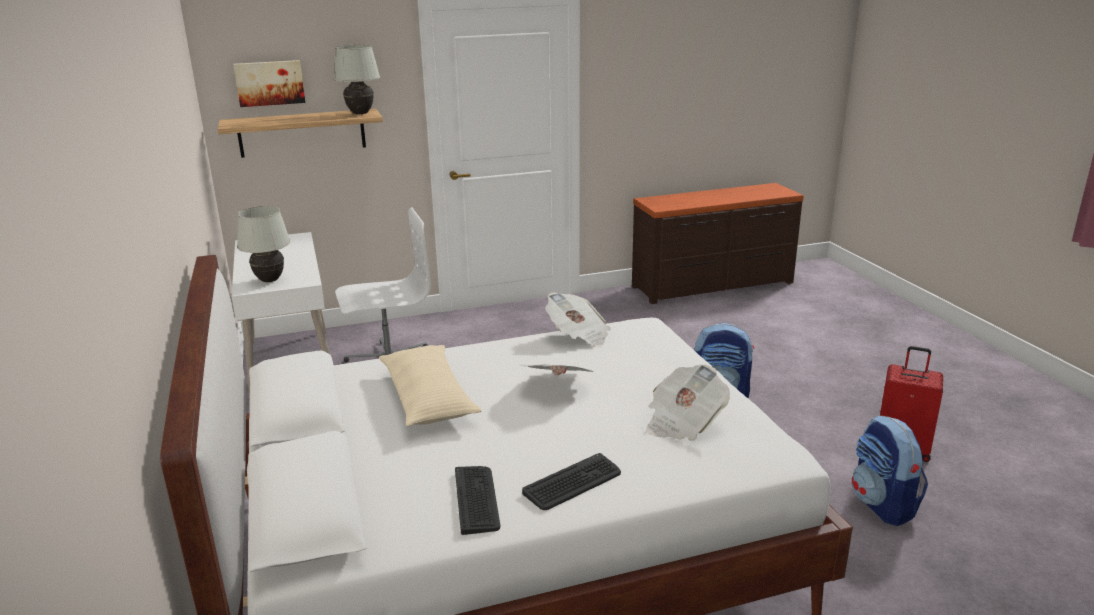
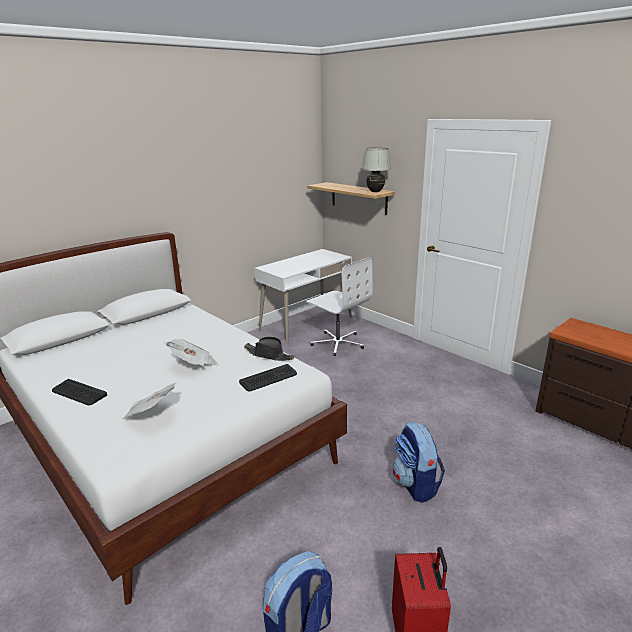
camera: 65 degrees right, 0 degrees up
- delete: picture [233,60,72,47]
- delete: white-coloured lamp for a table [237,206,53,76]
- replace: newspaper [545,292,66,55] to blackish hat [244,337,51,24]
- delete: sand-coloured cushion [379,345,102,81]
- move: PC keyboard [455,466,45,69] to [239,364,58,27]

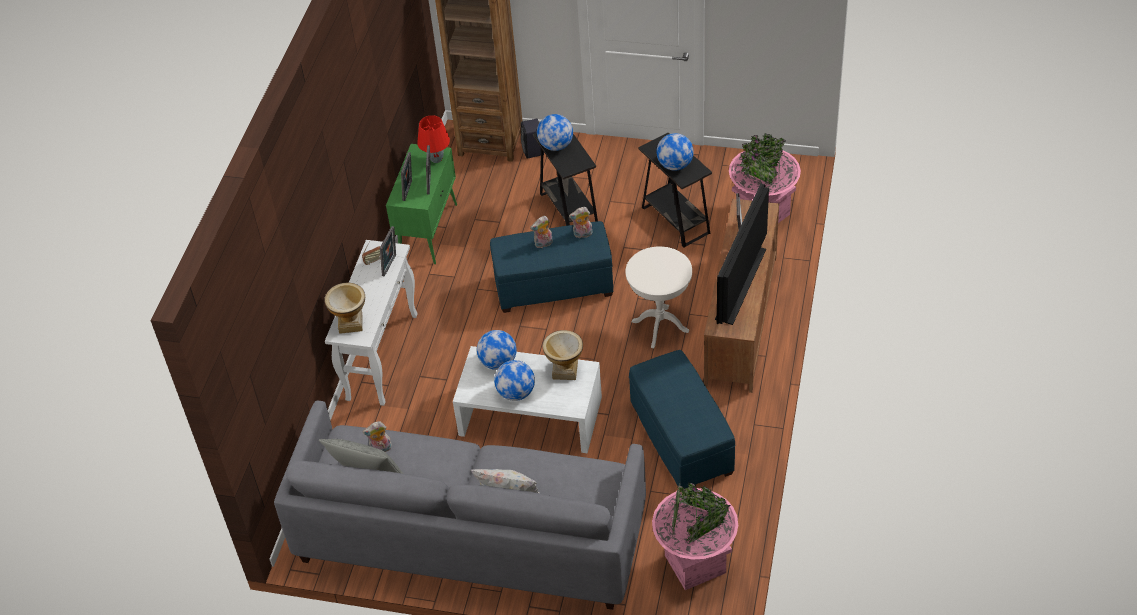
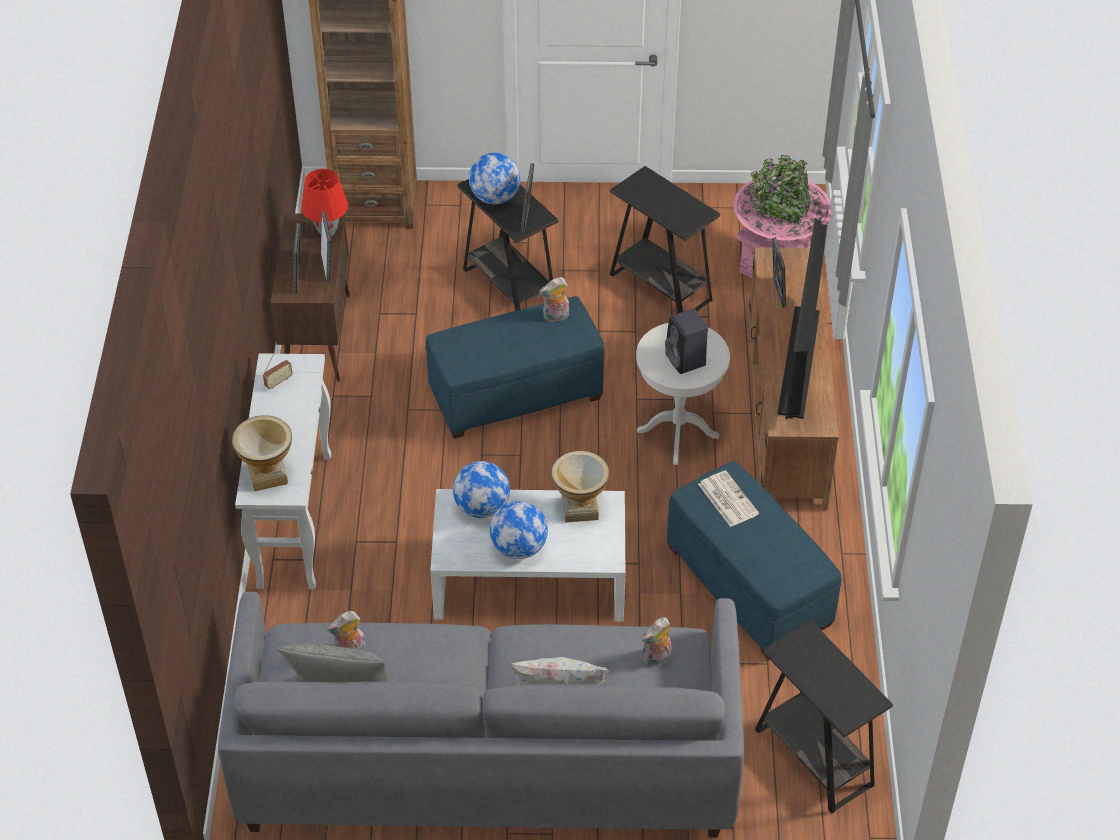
camera: 15 degrees left, 0 degrees up
- move: blackish loudspeaker [521,119,23,40] to [665,309,43,65]
- delete: world globe [656,133,38,38]
- recolor: greenish cupboard [386,144,71,120] to brownish cupboard [271,213,79,168]
- move: plush toy [530,216,23,32] to [642,617,30,49]
- move: standing frame [380,226,16,51] to [521,163,13,69]
- replace: pink-coloured planter [652,482,86,108] to blackish side table [755,621,138,193]
- insert: newspaper [698,471,61,56]

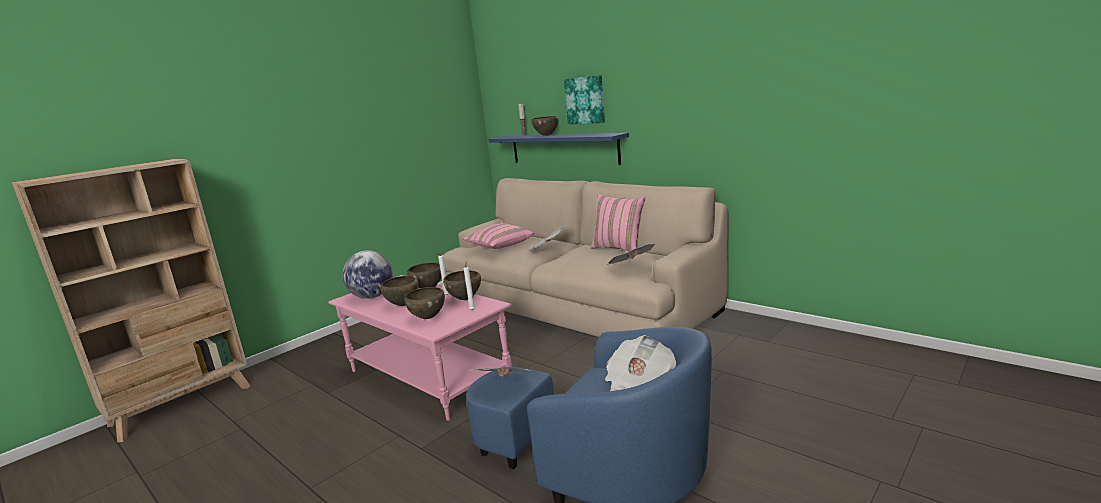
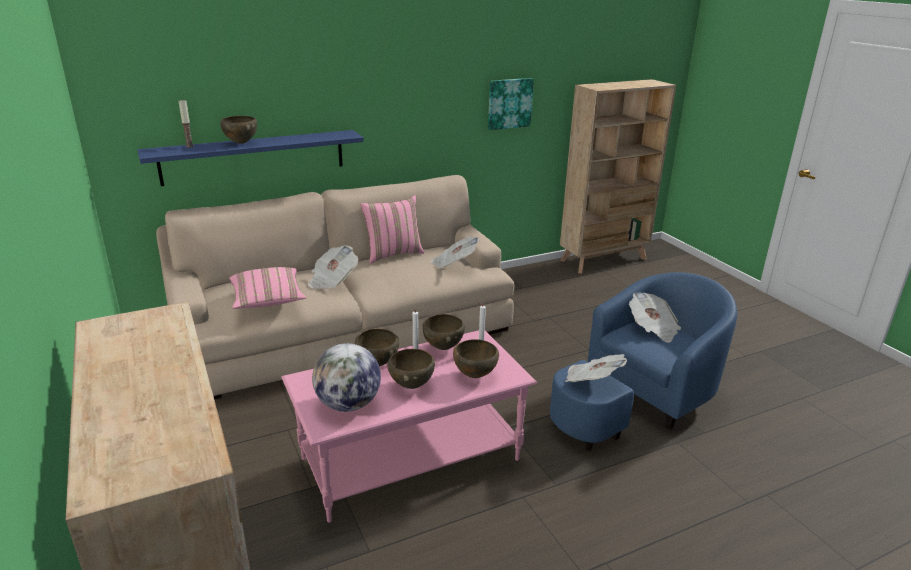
camera: 70 degrees left, 10 degrees up
- move: picture [564,75,41,49] to [488,78,46,52]
- insert: sand-coloured bookcase [560,79,116,195]

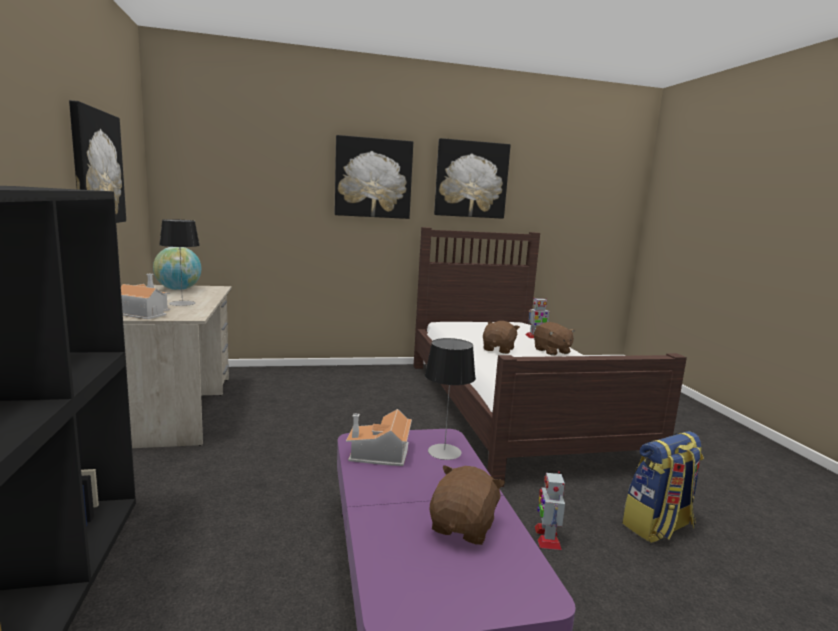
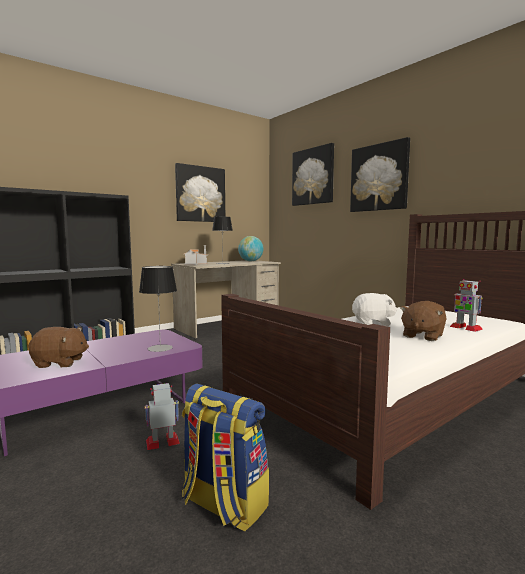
camera: 65 degrees right, 5 degrees down
- move: picture [434,138,77,81] to [292,143,42,63]
- recolor: brownish plush toy [483,321,37,33] to white-coloured plush toy [352,293,46,32]
- delete: toy house [346,409,66,57]

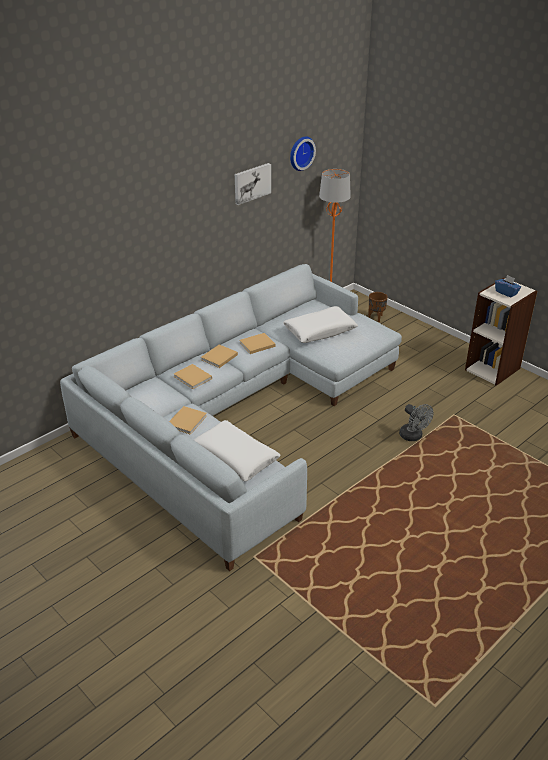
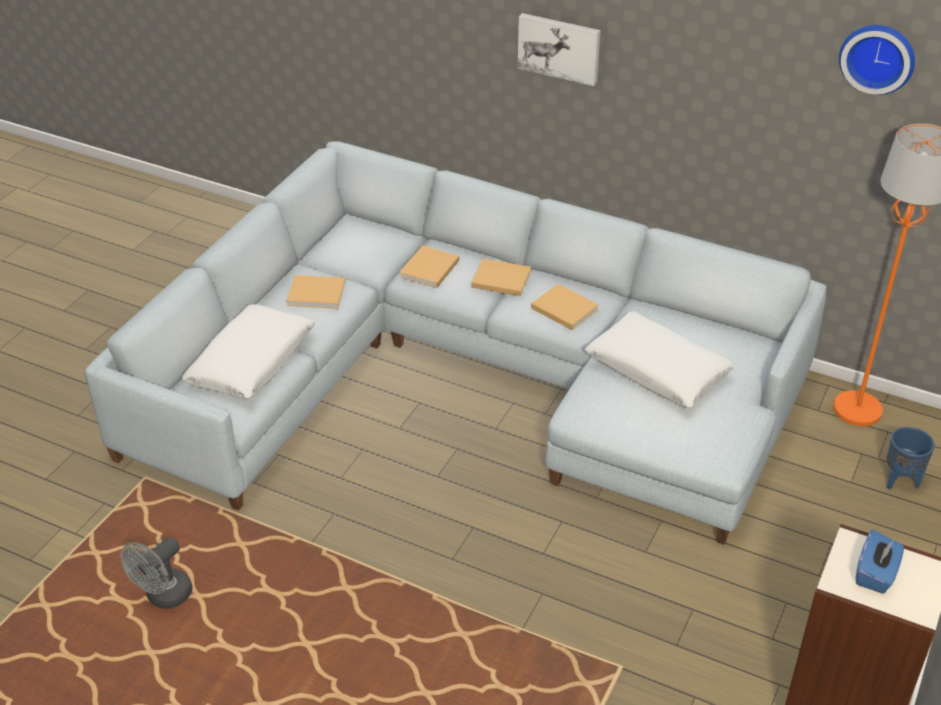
camera: 70 degrees right, 5 degrees up
- move: picture [235,163,36,42] to [518,13,83,73]
- recolor: brownish planter [368,292,20,30] to bluish planter [886,427,49,63]
- move: gray fan [399,404,35,37] to [121,537,72,72]

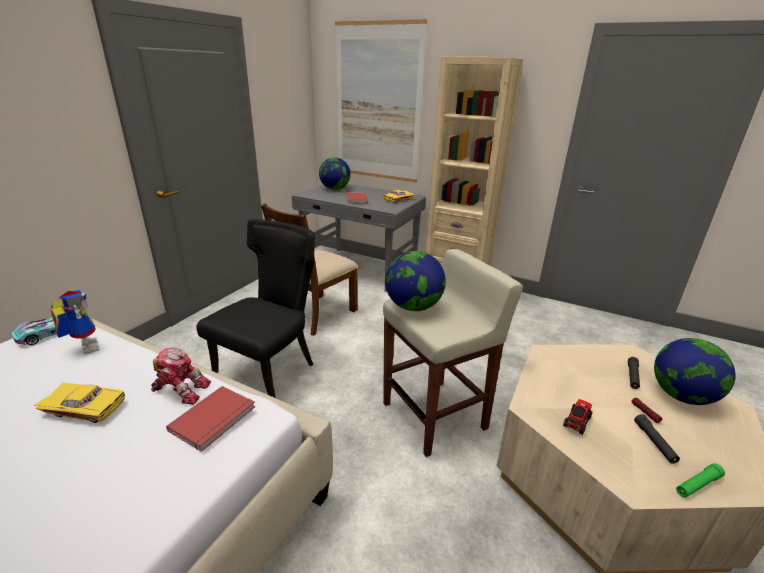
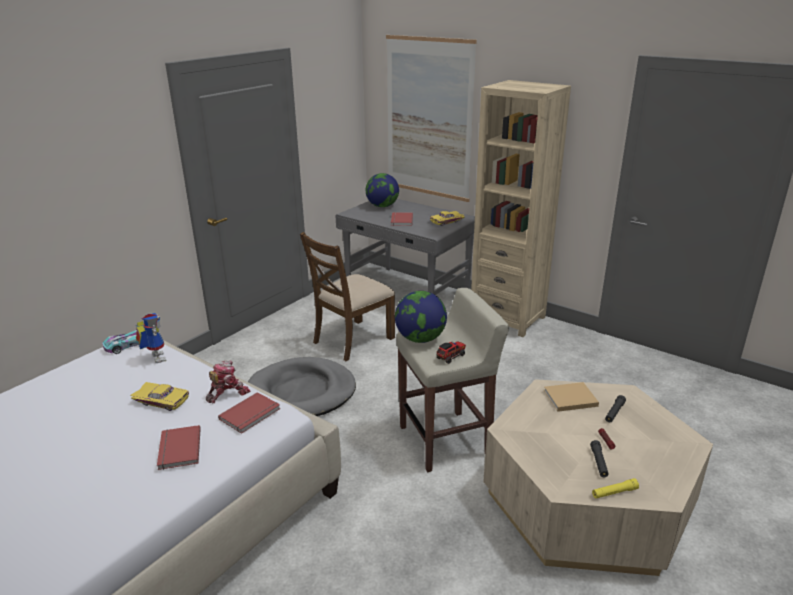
camera: 10 degrees right, 0 degrees up
- replace: blackish plain chair [197,219,118,179] to gray pet bed [248,357,108,59]
- delete: world globe [654,338,81,67]
- rotate: model robot [151,348,60,57] = [206,360,45,43] 60 degrees counterclockwise
- move: toy lorry [563,399,30,36] to [437,341,29,23]
- recolor: greenish flashlight [676,463,49,35] to yellowish flashlight [592,478,47,20]
- insert: sand-coloured book [544,382,55,30]
- insert: reddish book [157,425,44,45]

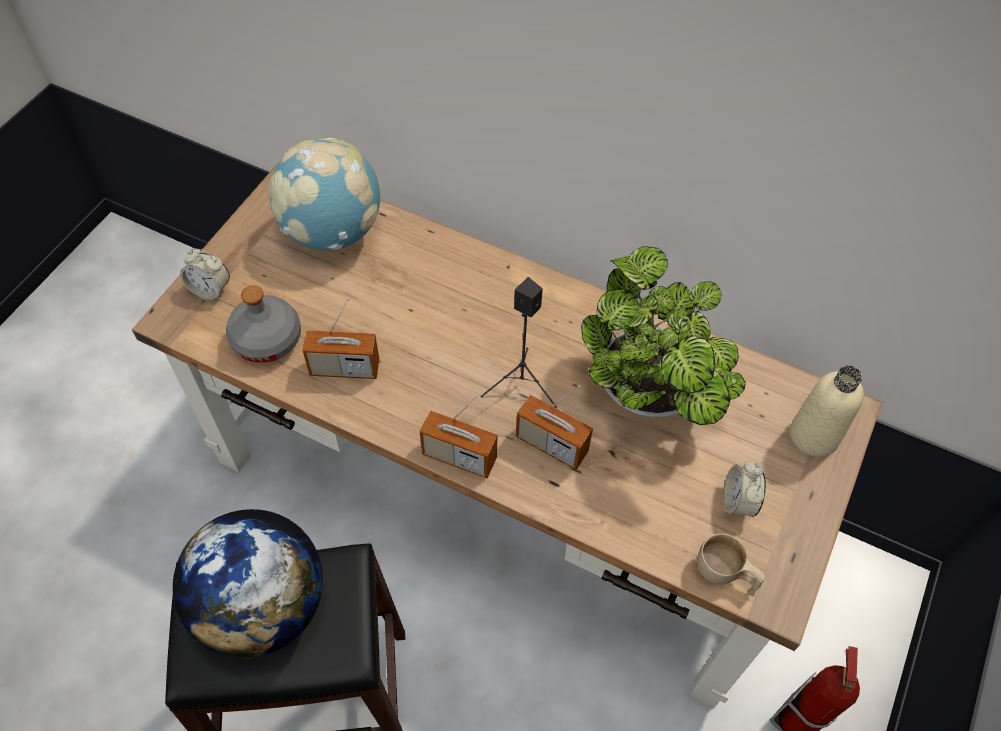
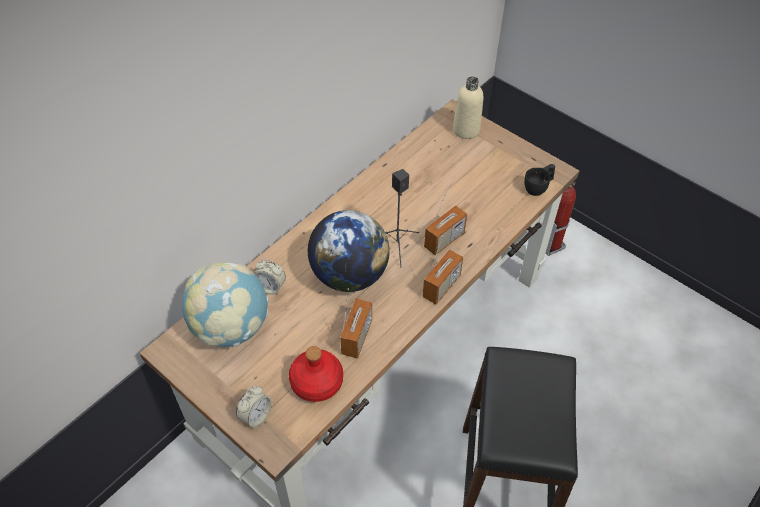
camera: 75 degrees left, 5 degrees down
- delete: houseplant [581,246,165,179]
- recolor: gray beverage bottle [226,285,75,78] to reddish beverage bottle [289,346,54,56]
- move: table clock [723,461,43,56] to [254,259,32,36]
- move: world globe [173,509,150,149] to [308,210,82,82]
- recolor: sand-coloured cup [697,533,68,63] to blackish cup [524,164,31,32]

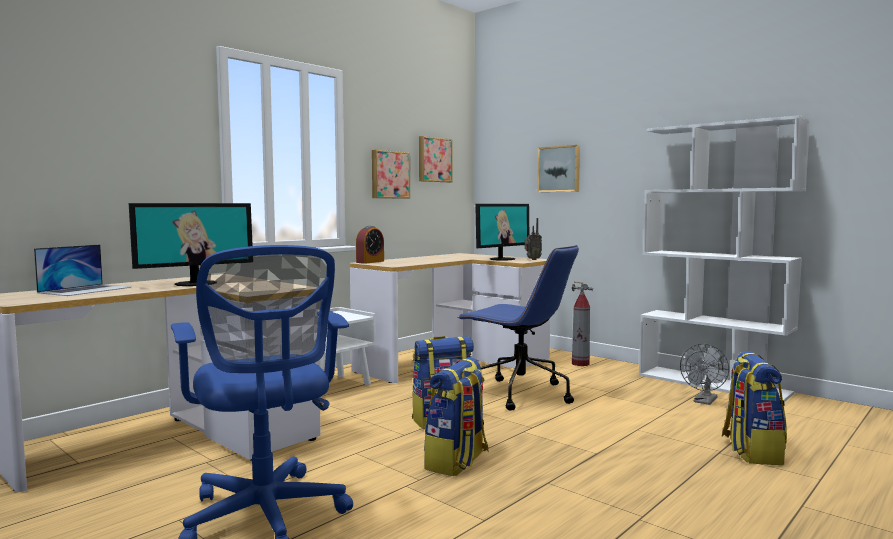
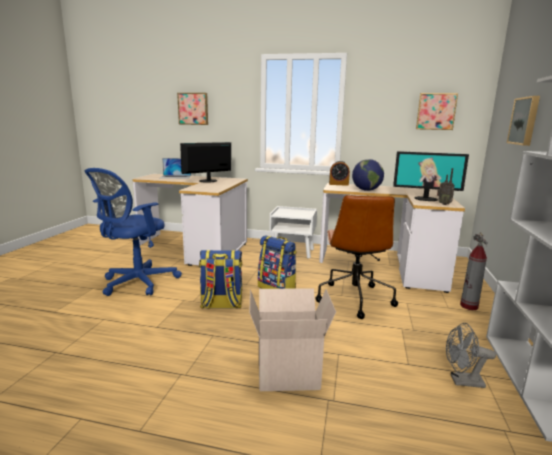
camera: 60 degrees right, 10 degrees up
- move: picture [372,150,38,49] to [177,93,31,32]
- rotate: computer screen [129,203,124,83] = [180,142,51,41] 120 degrees clockwise
- recolor: bluish office chair [457,245,122,166] to brownish office chair [316,195,82,124]
- delete: backpack [722,351,65,114]
- insert: world globe [352,159,32,32]
- insert: carton [249,288,87,103]

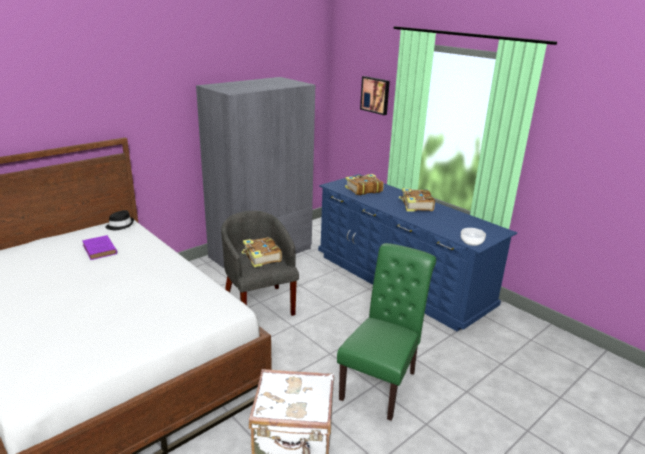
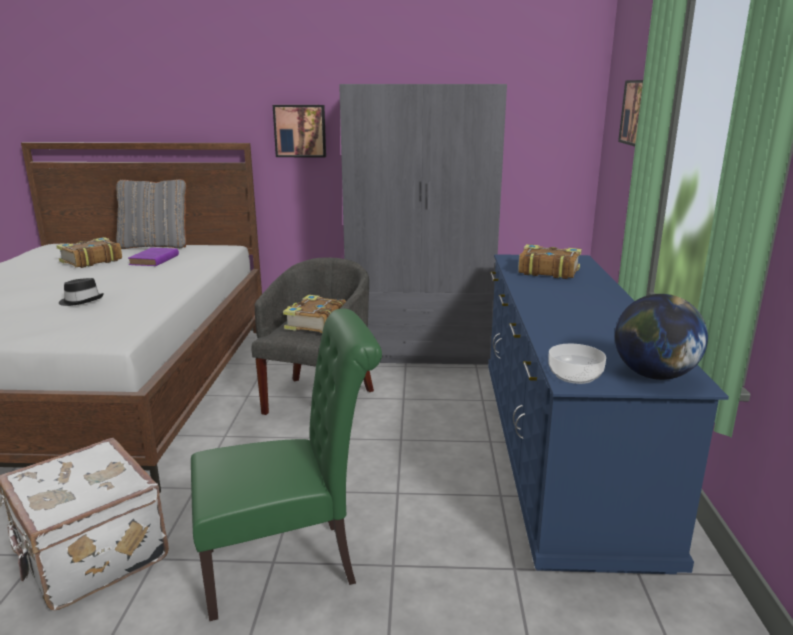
camera: 45 degrees right, 5 degrees down
- move: book [398,188,37,24] to [56,237,66,31]
- move: blackish hat [105,210,29,20] to [59,278,45,28]
- insert: picture [273,105,53,52]
- insert: gray cushion [116,179,71,70]
- insert: world globe [615,294,93,86]

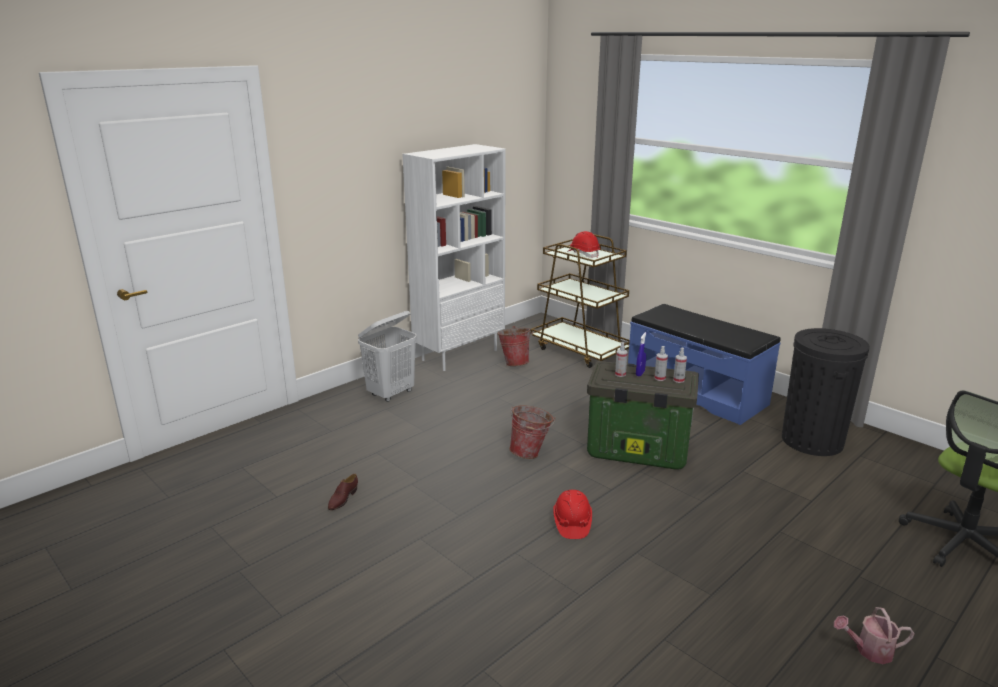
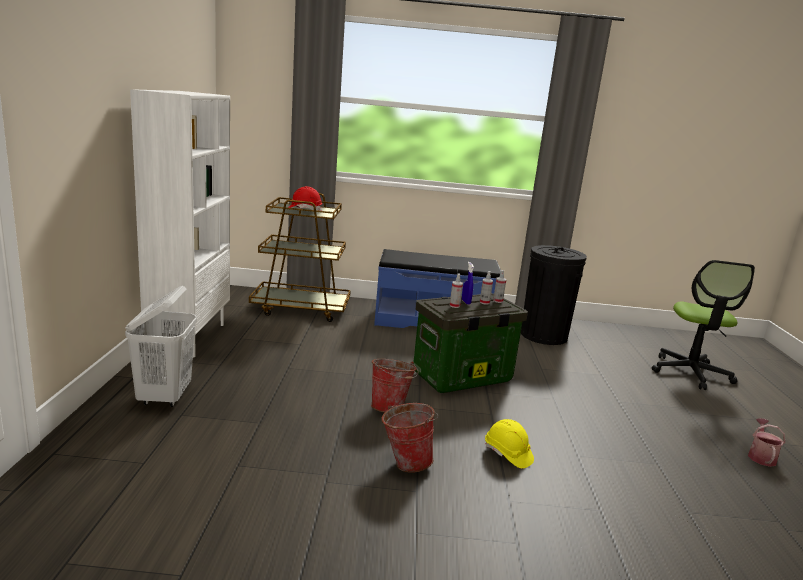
camera: 45 degrees left, 5 degrees down
- move: water bucket [497,326,36,40] to [382,403,56,70]
- delete: brownish low shoe [328,474,30,36]
- recolor: reddish hard hat [553,490,39,49] to yellowish hard hat [485,419,49,50]
- rotate: watering pot [834,607,81,57] = [748,418,37,49] 150 degrees clockwise

